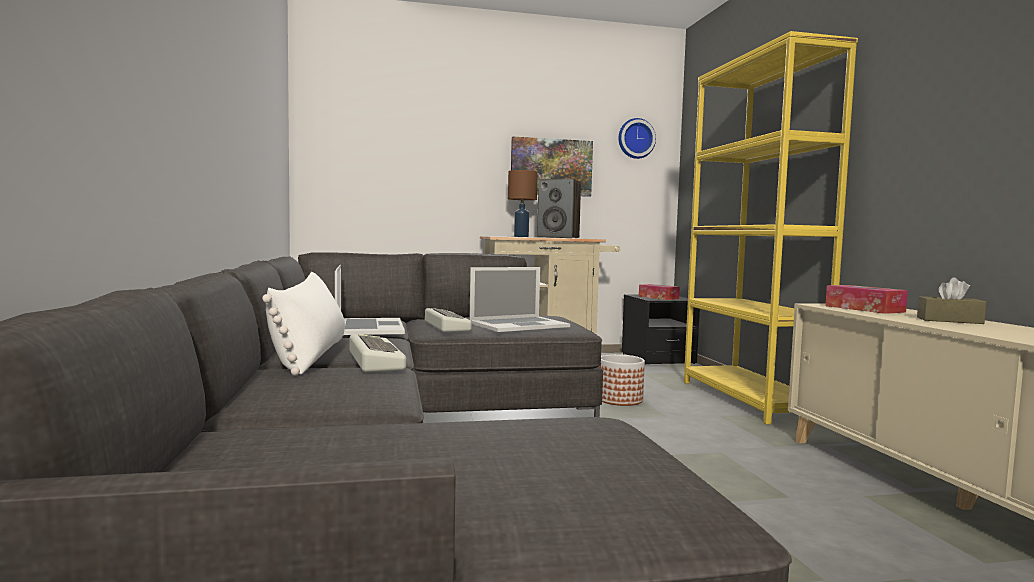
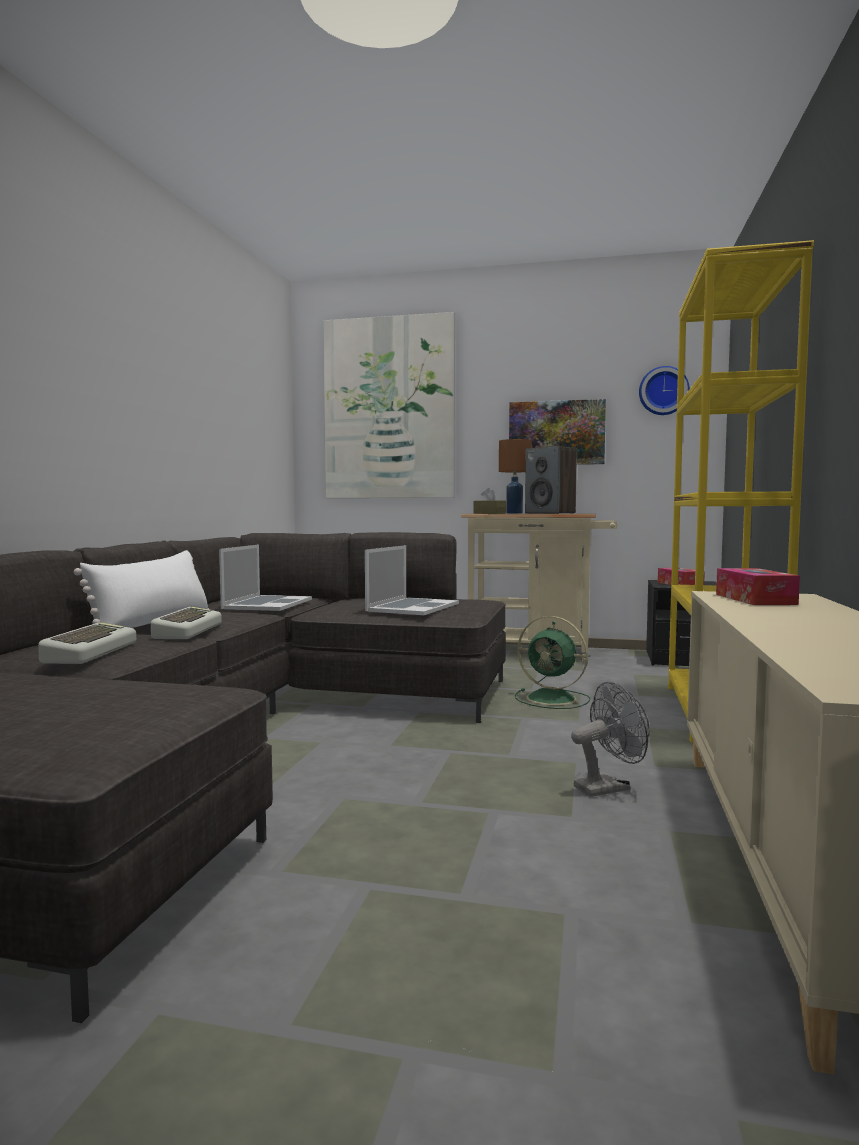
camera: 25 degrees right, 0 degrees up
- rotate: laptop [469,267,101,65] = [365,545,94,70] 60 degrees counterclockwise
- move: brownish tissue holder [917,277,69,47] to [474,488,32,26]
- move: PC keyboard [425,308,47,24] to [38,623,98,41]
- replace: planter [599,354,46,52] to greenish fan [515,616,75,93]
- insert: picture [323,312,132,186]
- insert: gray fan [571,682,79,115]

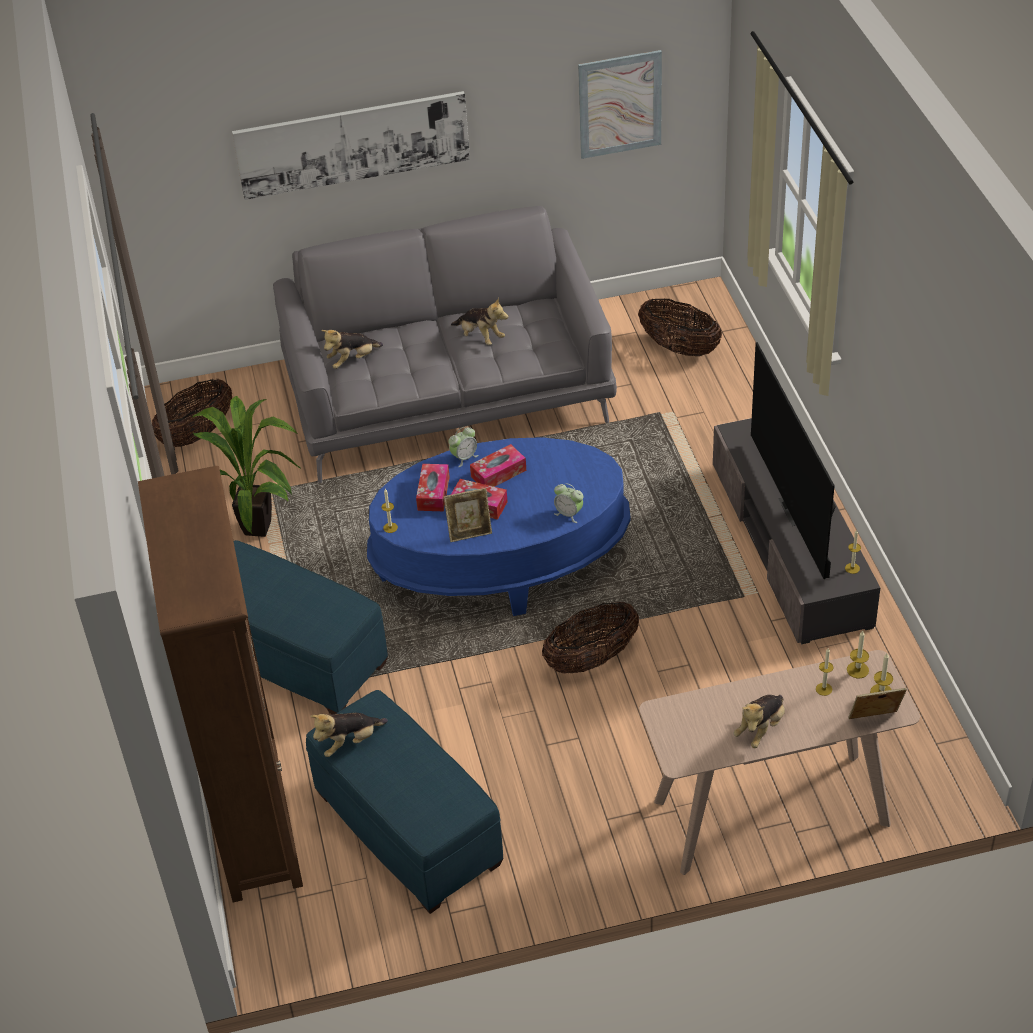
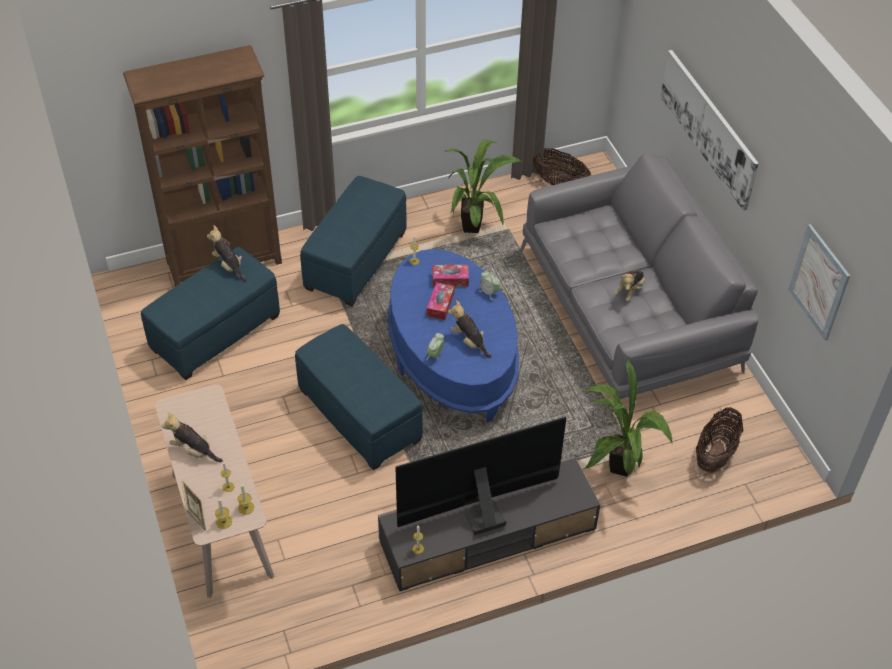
camera: 80 degrees right, 5 degrees up
- move: plush toy [321,330,62,39] to [448,300,43,58]
- delete: tissue holder [470,444,56,43]
- delete: standing frame [444,488,48,54]
- replace: basket [542,601,97,72] to bluish pouffe [295,324,128,147]
- insert: houseplant [585,359,87,118]

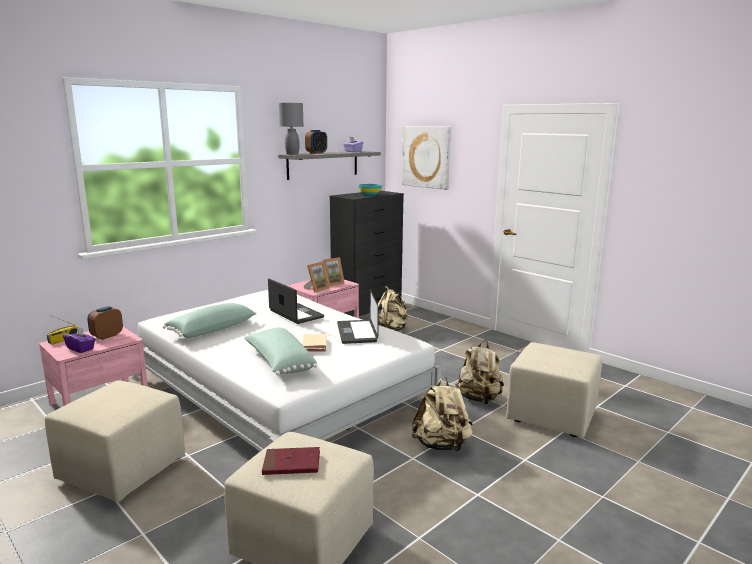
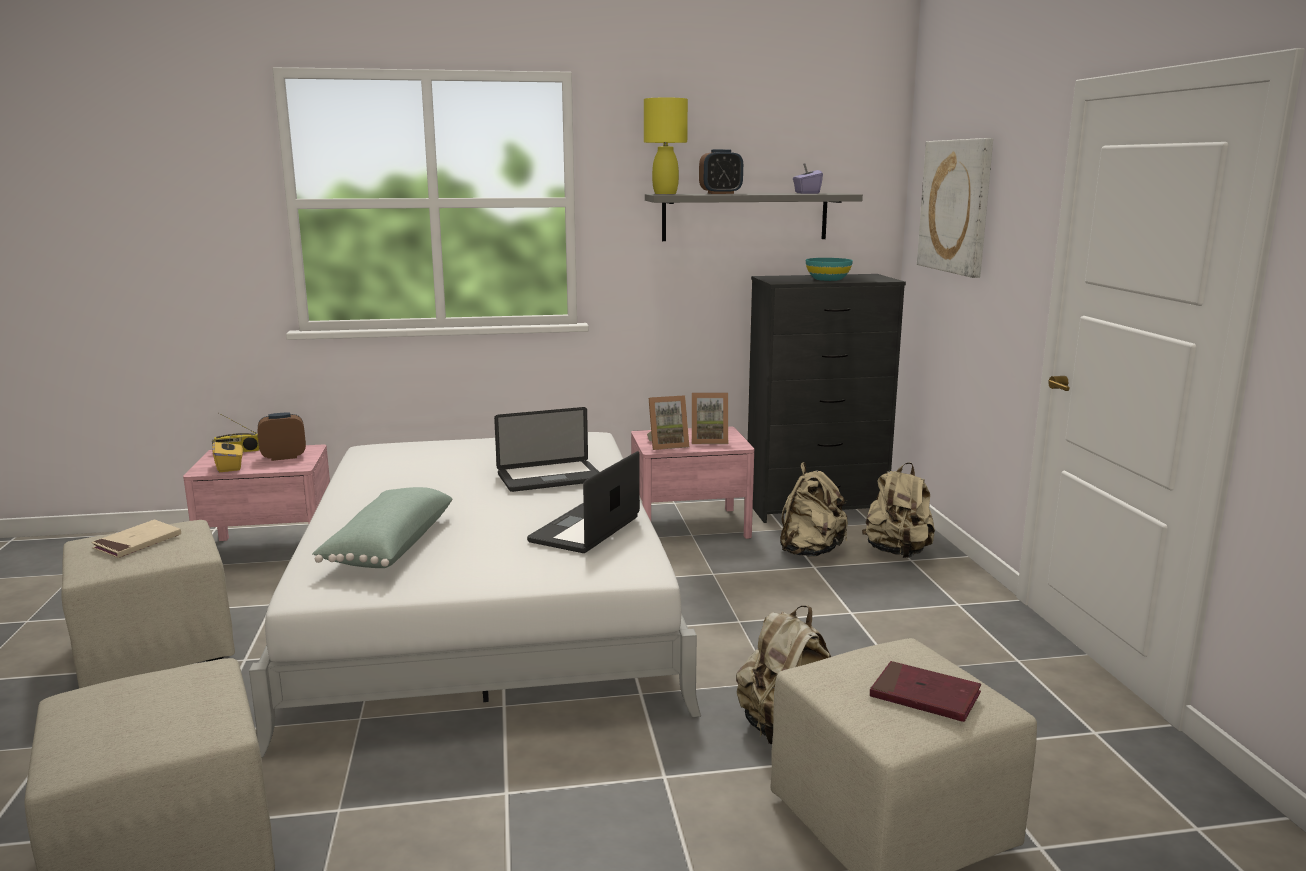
camera: 35 degrees right, 0 degrees up
- recolor: gray lamp for a table [279,103,25,52] to yellowish lamp for a table [644,98,44,96]
- rotate: laptop [268,278,56,46] = [494,407,105,85] 75 degrees clockwise
- delete: greenish cushion [163,303,94,35]
- recolor: purple tissue holder [63,327,32,26] to yellowish tissue holder [212,436,31,36]
- move: sand-coloured book [302,334,25,18] to [91,520,90,38]
- move: sand-coloured backpack [411,377,62,75] to [862,462,73,96]
- move: reddish book [262,447,58,28] to [870,661,111,61]

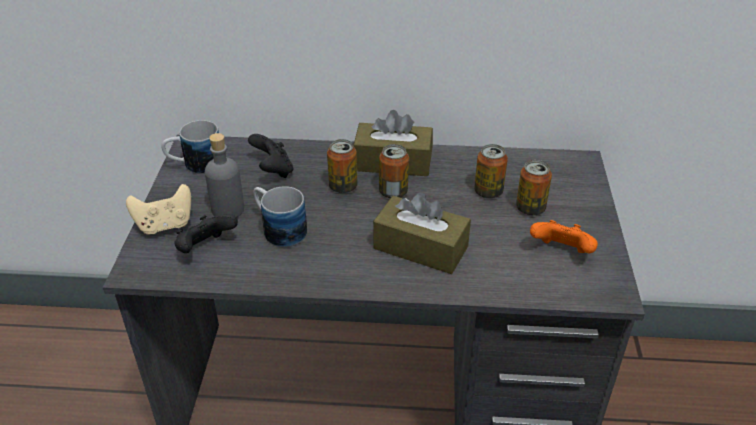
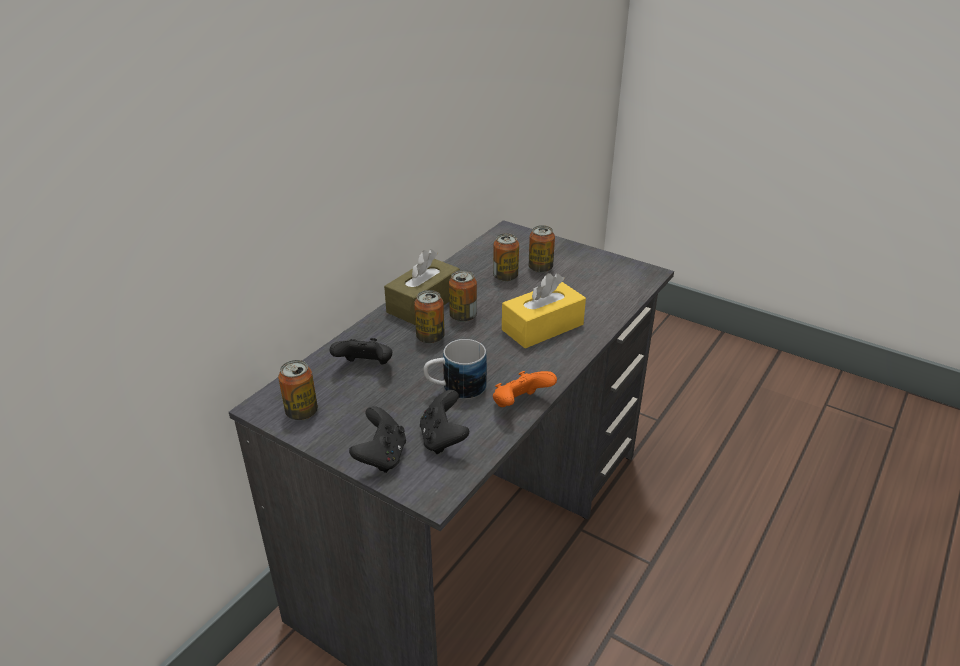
camera: 60 degrees left, 5 degrees down
- replace: tea mug [161,120,58,54] to metal can [278,360,40,60]
- delete: gray beverage bottle [205,133,39,85]
- recolor: sand-coloured joypad [126,184,65,51] to blackish joypad [349,406,57,67]
- recolor: brownish tissue holder [373,192,98,82] to yellowish tissue holder [502,273,84,76]
- move: orangey joypad [530,220,68,33] to [493,371,64,36]

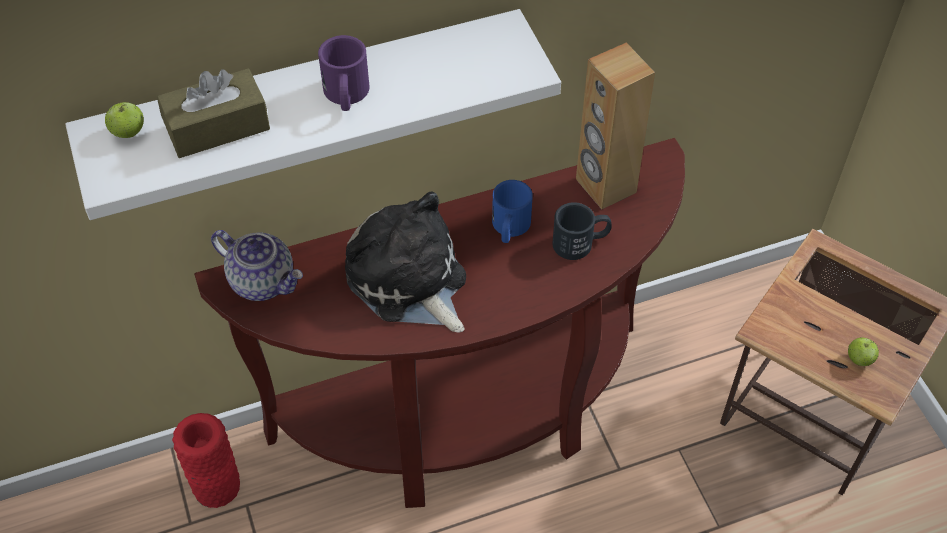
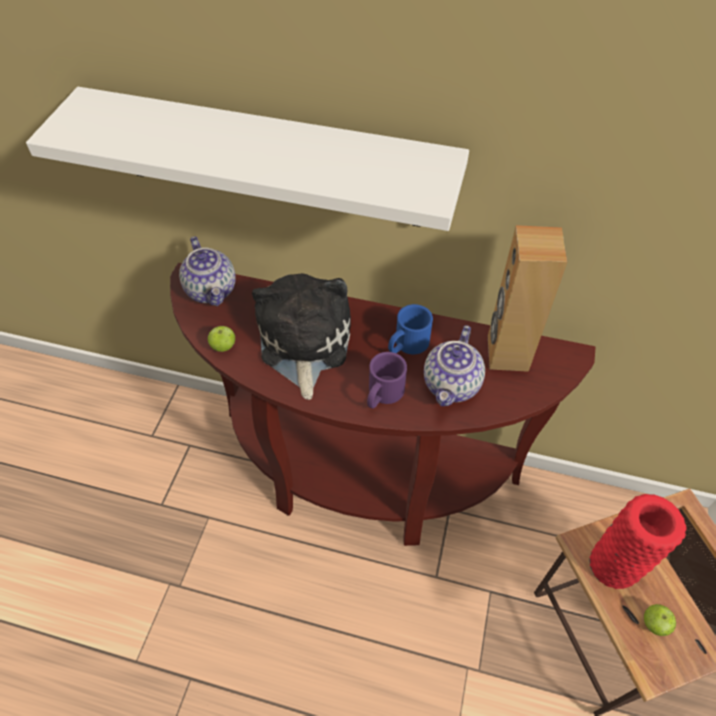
camera: 35 degrees right, 0 degrees up
- move: purple tea mug [318,35,51,76] to [367,352,40,57]
- delete: brownish tissue holder [157,69,113,89]
- move: apple fruit [105,102,39,36] to [207,326,28,26]
- replace: blackish tea mug [552,202,60,58] to pot for tea [424,325,61,81]
- move: reddish decorative vase [172,413,68,95] to [589,494,98,95]

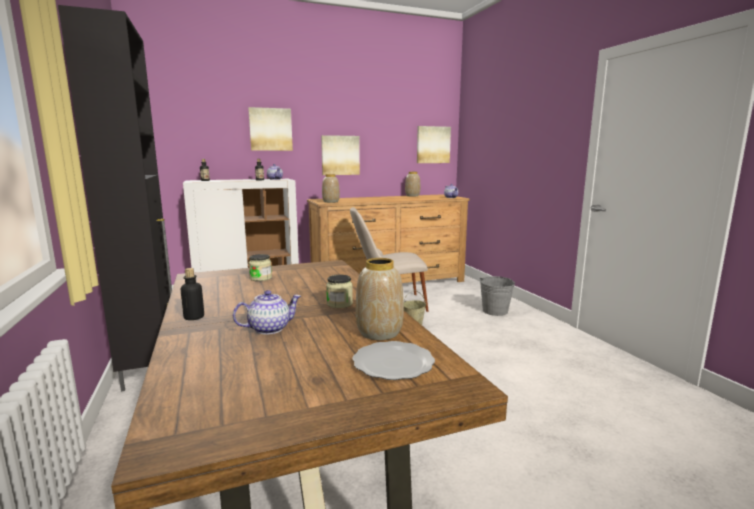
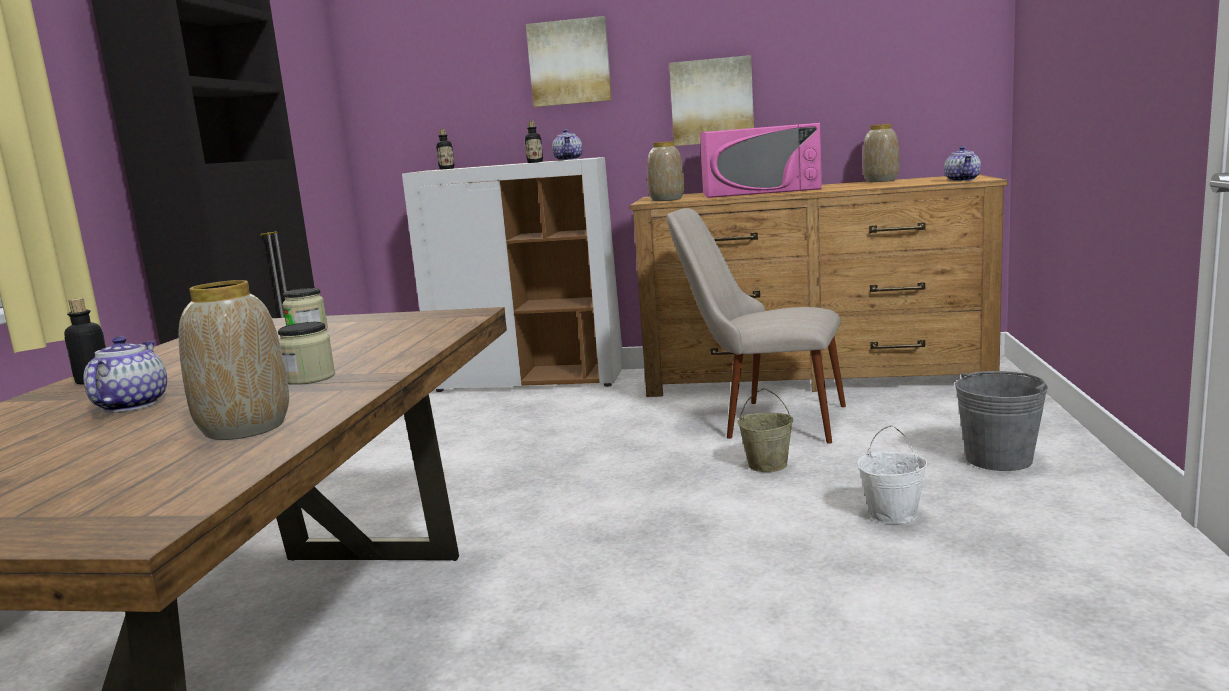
camera: 30 degrees right, 0 degrees up
- delete: picture [417,126,34,37]
- rotate: pot for tea [233,290,68,45] = [83,336,84,77] 90 degrees counterclockwise
- delete: dinner plate [352,341,83,39]
- insert: pink-coloured kitchen microwave [700,123,122,75]
- insert: white-coloured water bucket [857,425,71,99]

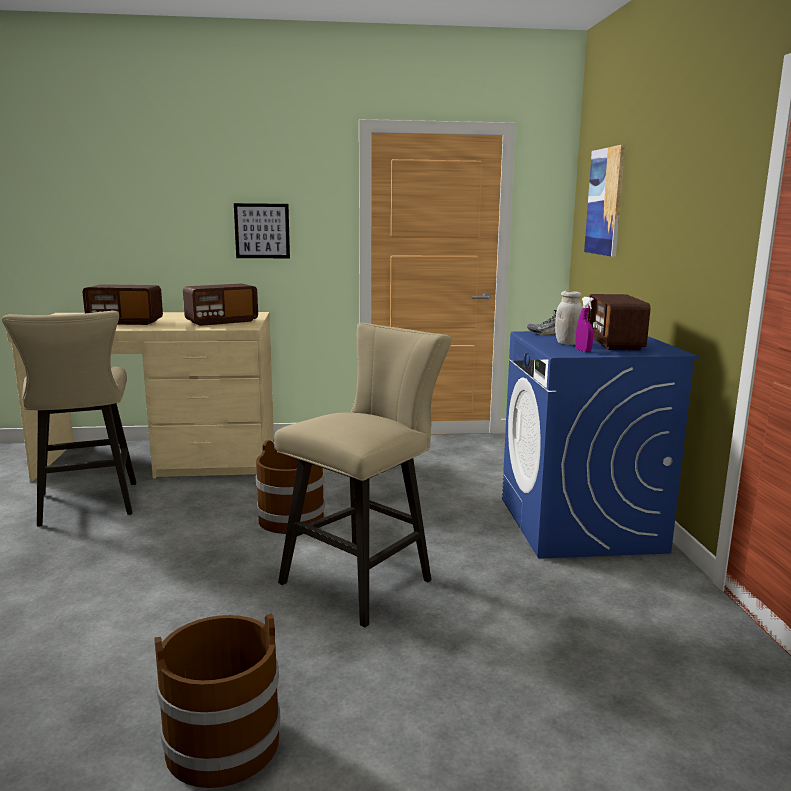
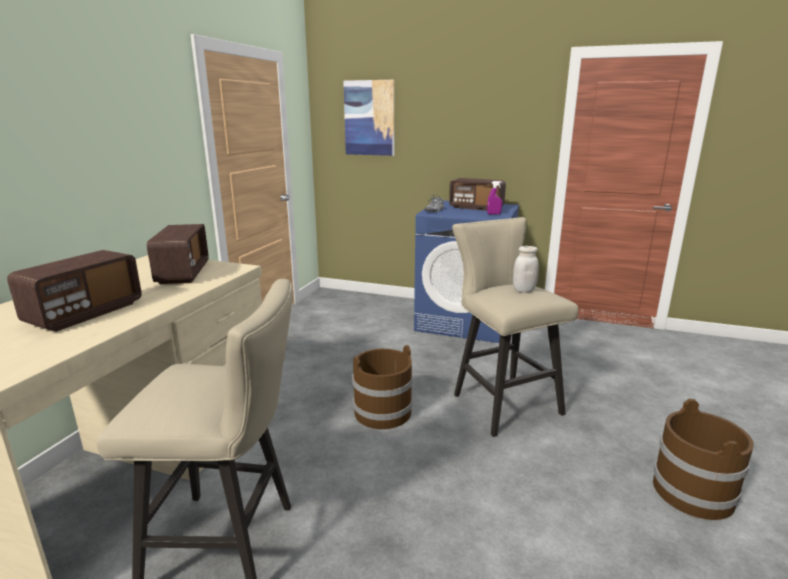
camera: 65 degrees left, 5 degrees up
- delete: picture [234,203,56,55]
- move: white-coloured jar [555,291,28,54] to [513,246,26,47]

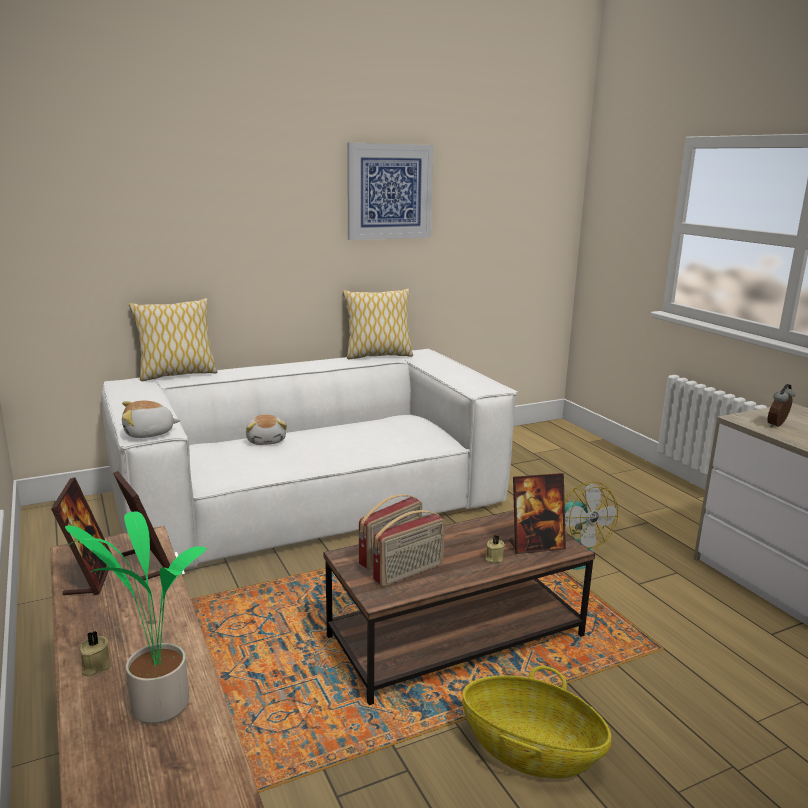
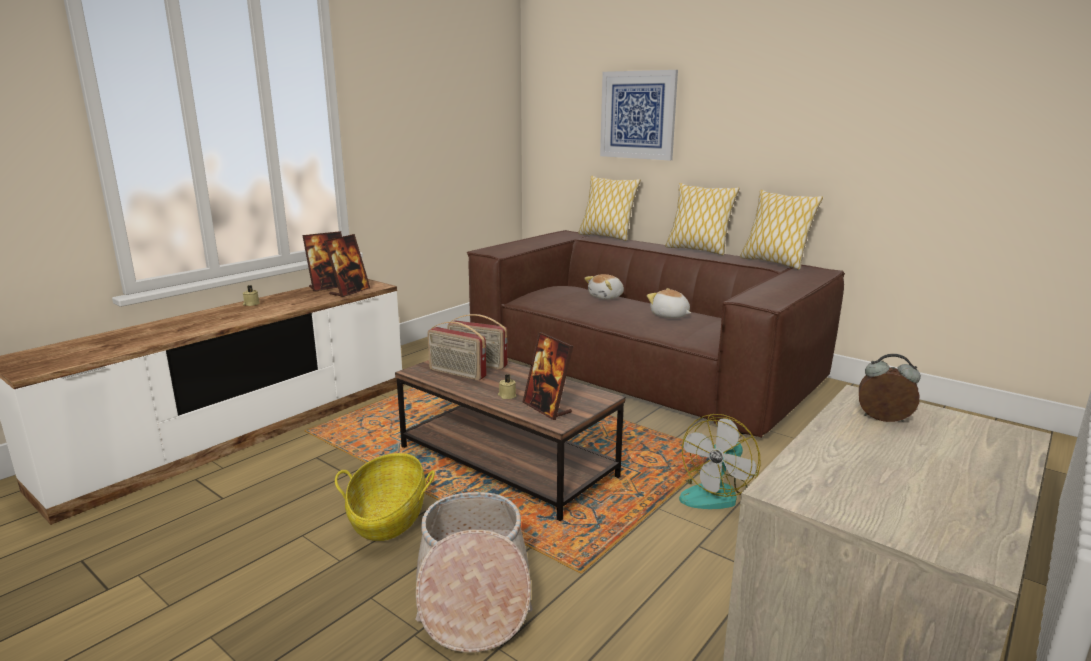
camera: 65 degrees right, 0 degrees up
- move: picture [347,142,87,98] to [600,70,78,91]
- recolor: white-coloured couch [101,349,417,221] to brownish couch [467,230,378,208]
- move: plush toy [122,401,59,37] to [647,288,44,30]
- delete: houseplant [65,512,142,212]
- insert: cushion [665,183,75,72]
- insert: basket [415,492,118,161]

